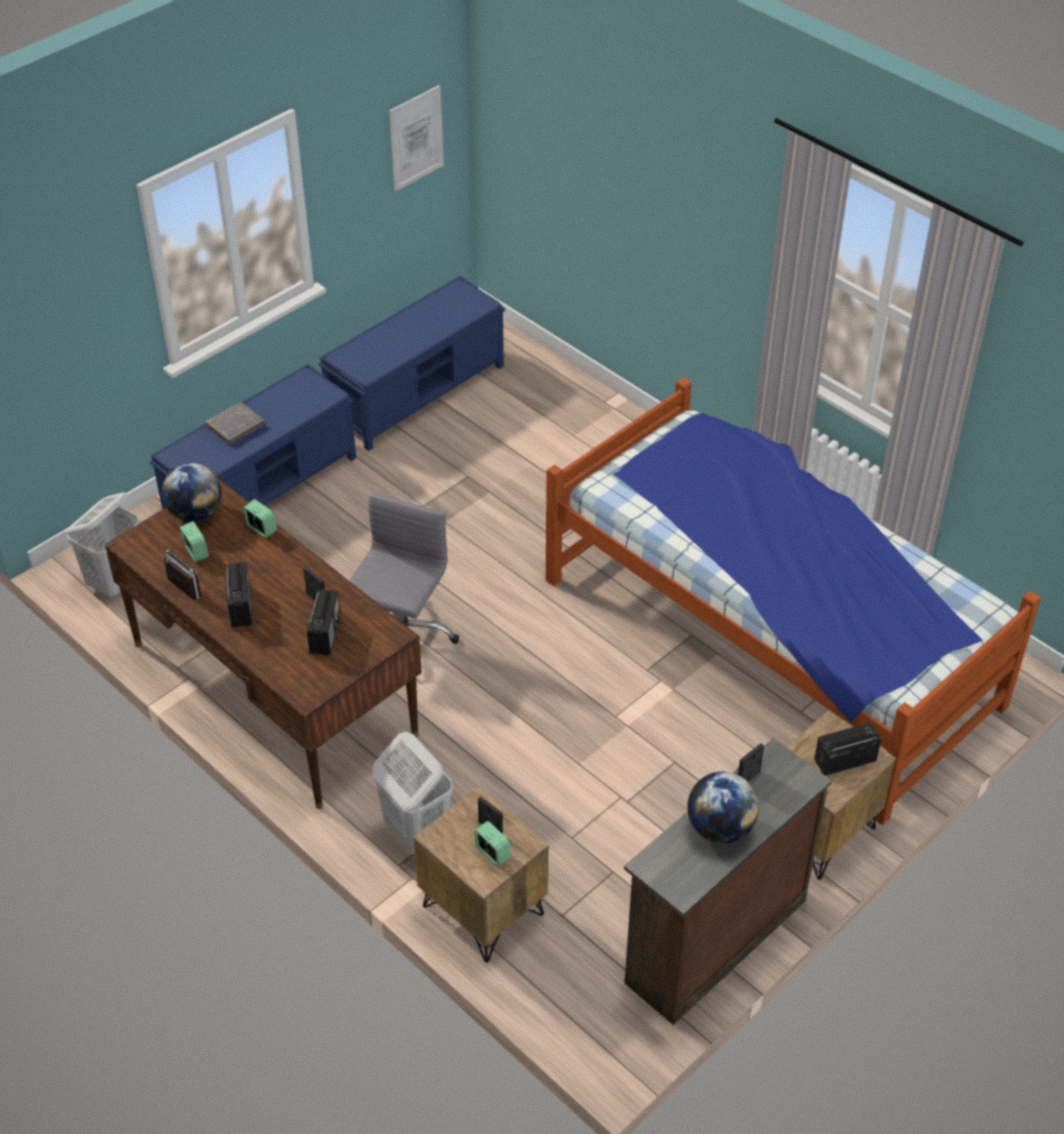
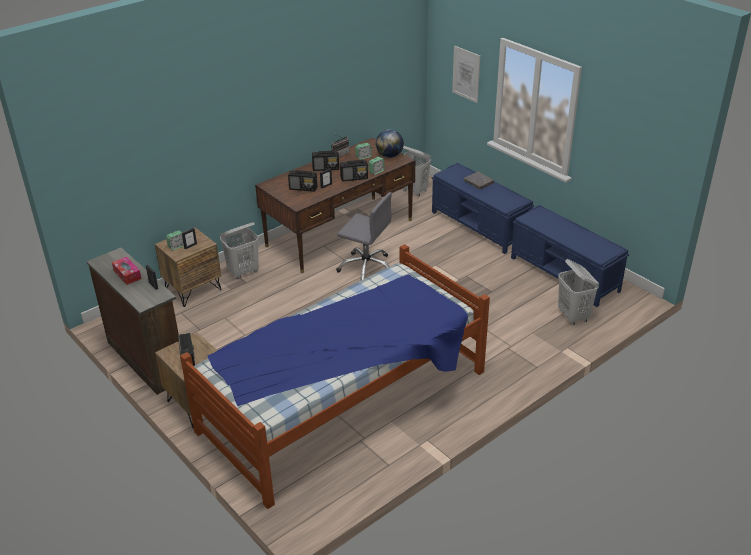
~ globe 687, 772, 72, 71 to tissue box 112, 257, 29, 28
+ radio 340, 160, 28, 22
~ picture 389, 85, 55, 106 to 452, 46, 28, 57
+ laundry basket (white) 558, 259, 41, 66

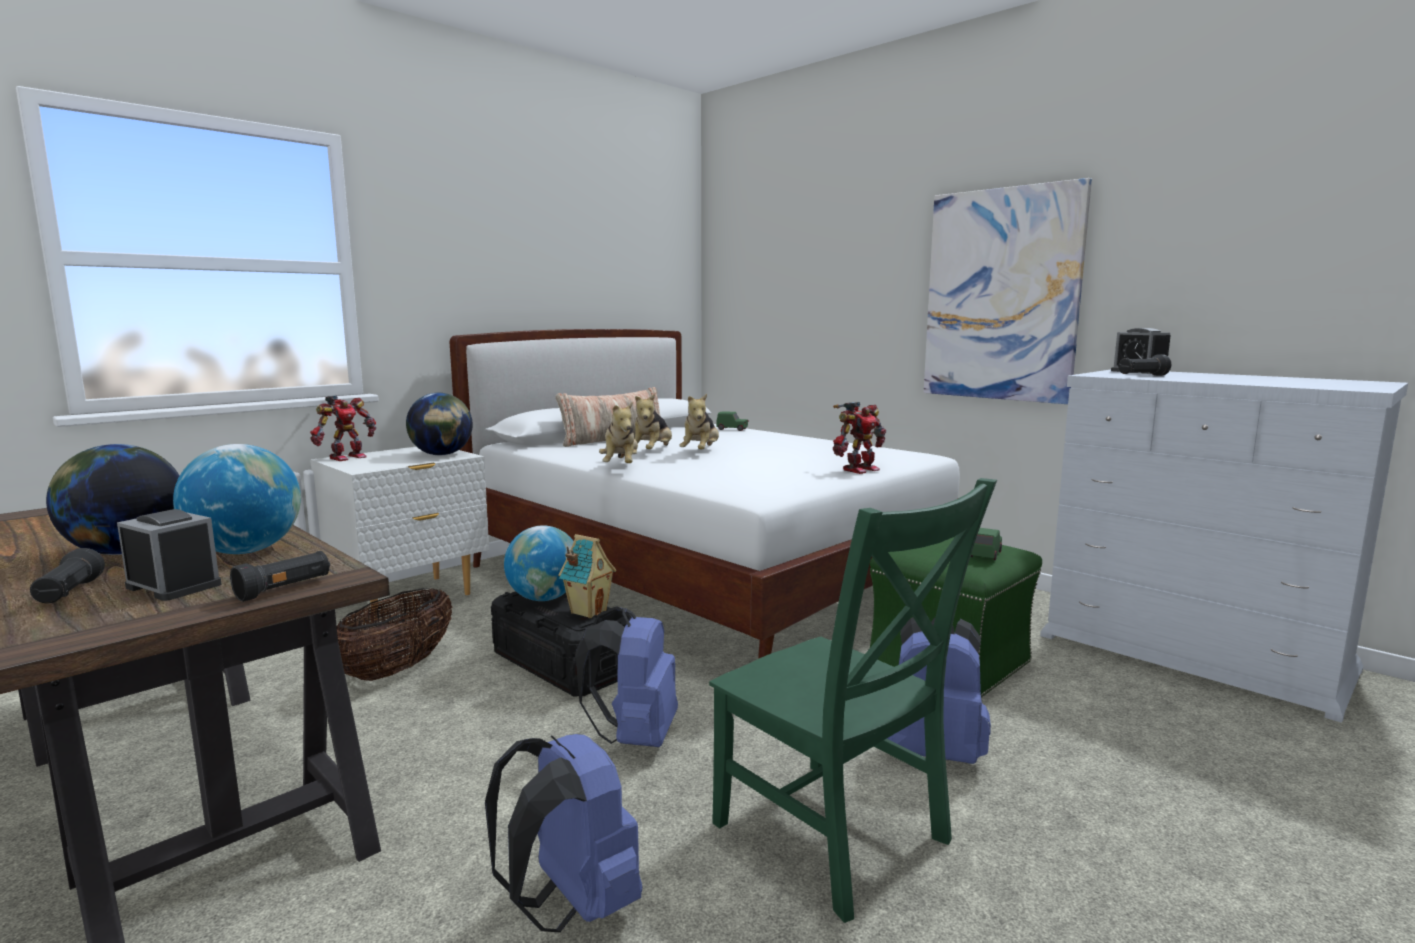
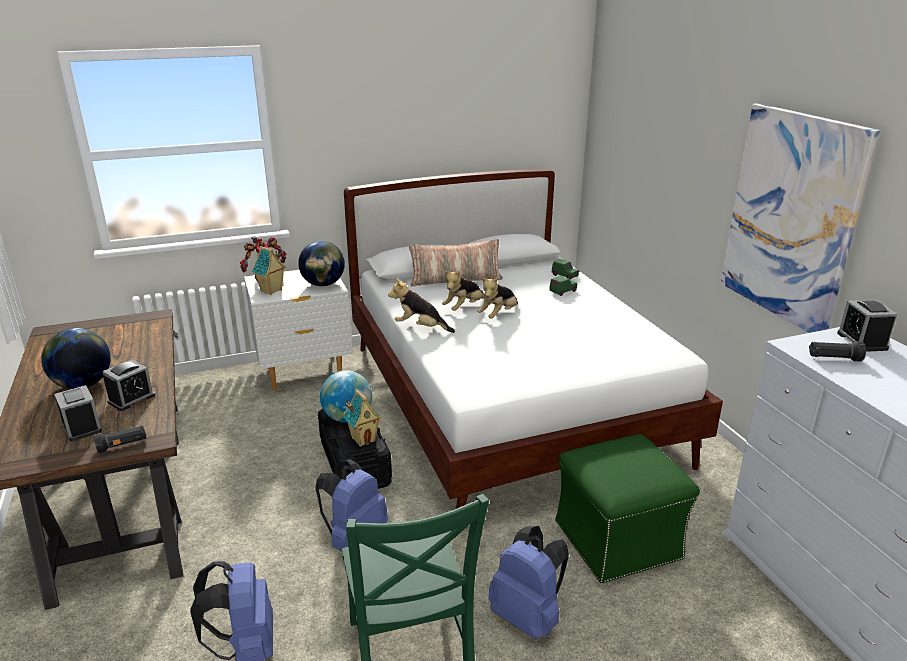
~ globe 173, 444, 128, 110 to alarm clock 103, 359, 53, 52
+ toy house 252, 246, 34, 49
~ plush toy 599, 402, 39, 61 = 388, 278, 67, 55 90 degrees clockwise
~ toy car (green) 971, 528, 31, 33 to 549, 276, 28, 20
- flashlight (black) 30, 548, 75, 55
- basket 336, 588, 117, 93
- toy robot 833, 401, 54, 73

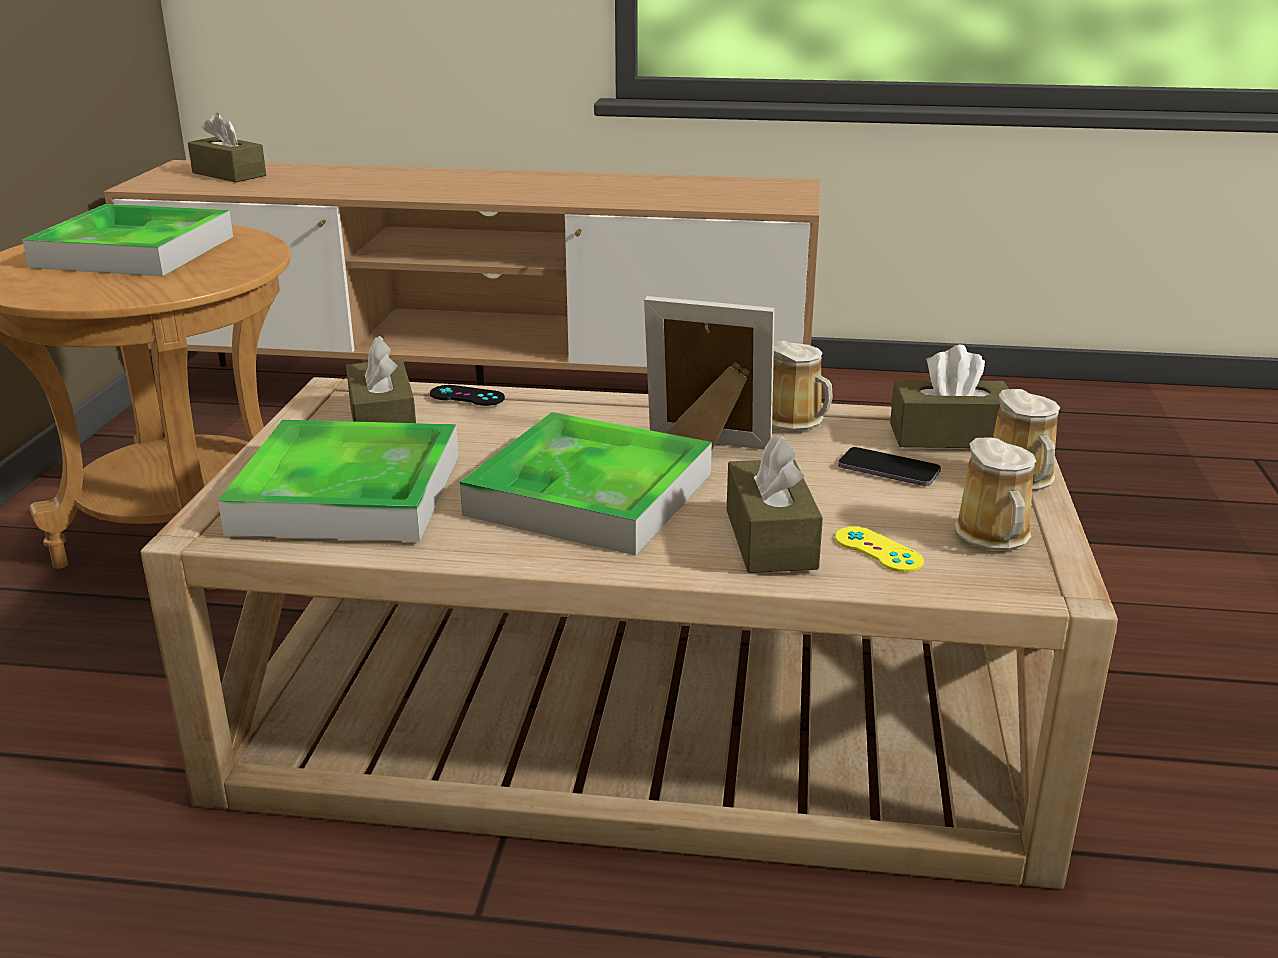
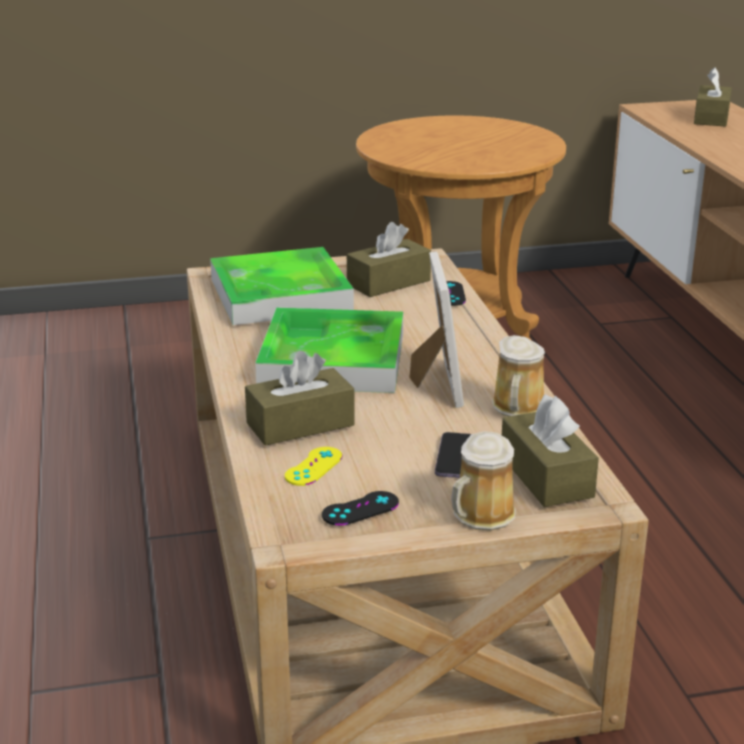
~ mug 955, 437, 81, 113 to game controller (black) 322, 491, 77, 35
- tray 22, 204, 211, 72

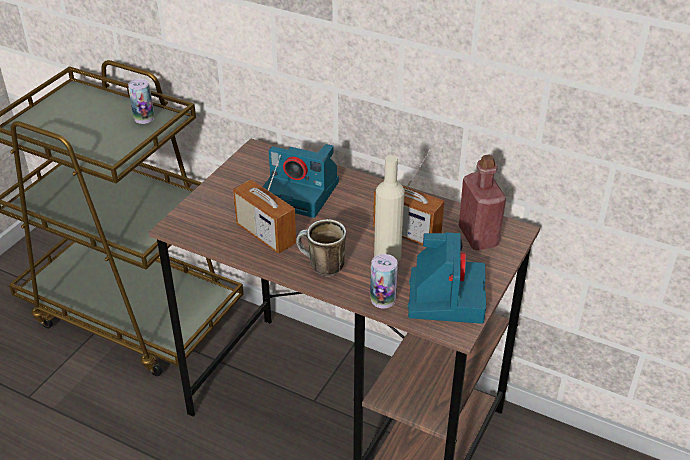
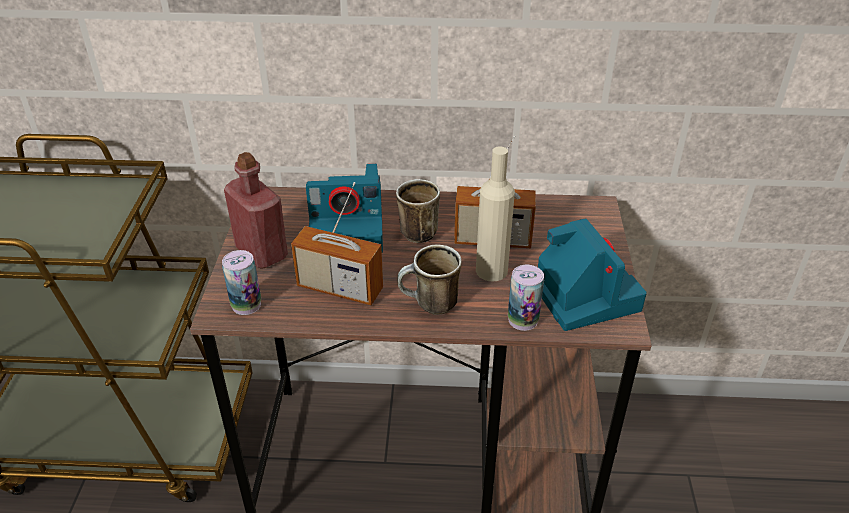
~ can 128, 79, 26, 45 to 222, 250, 39, 65
~ bottle (red) 459, 155, 47, 95 to 224, 152, 64, 116
+ mug 396, 179, 44, 64

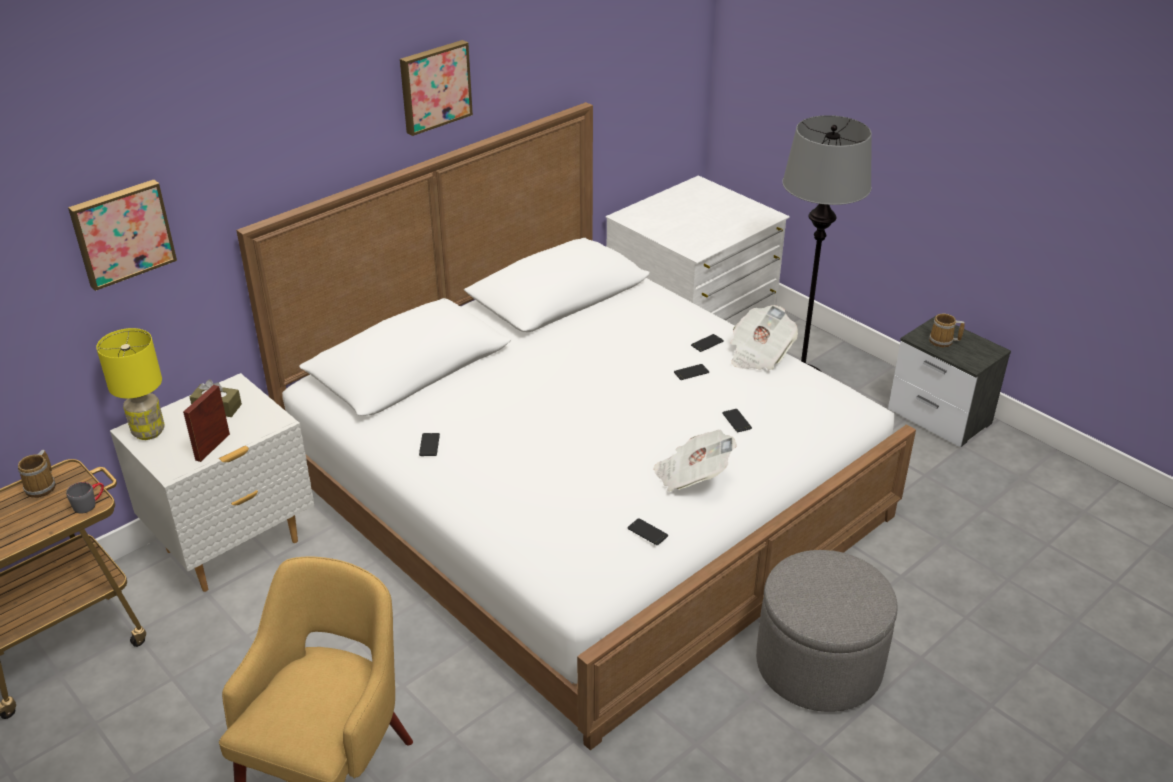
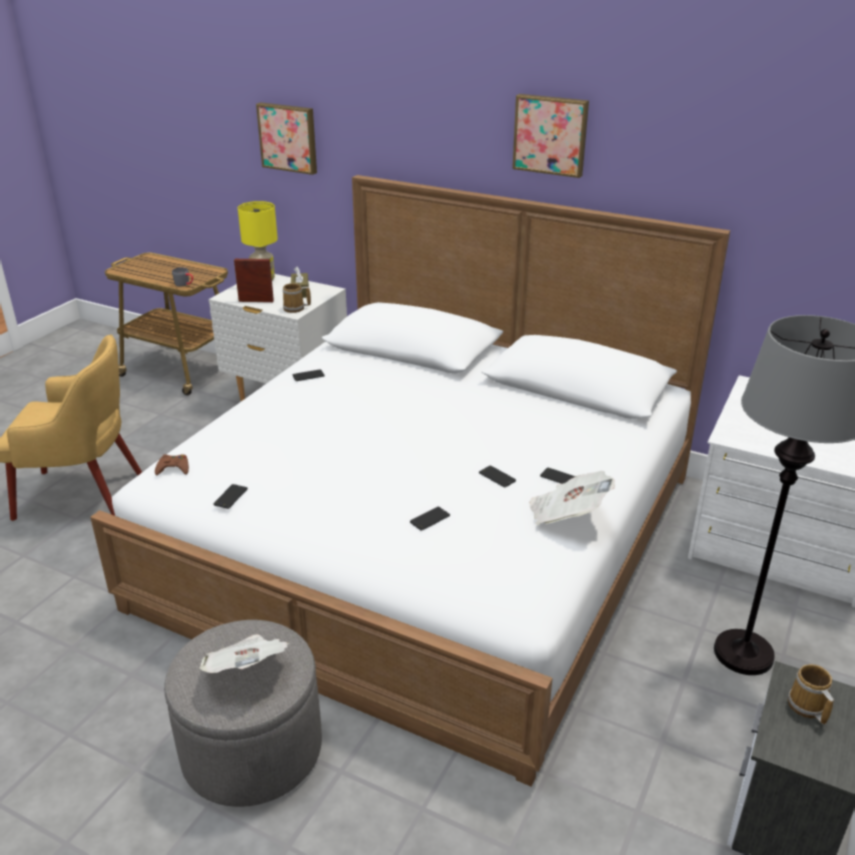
+ game controller (brown) 155, 454, 34, 21
~ newspaper 653, 430, 84, 62 to 200, 634, 89, 39
~ mug 18, 450, 38, 48 to 283, 283, 28, 30

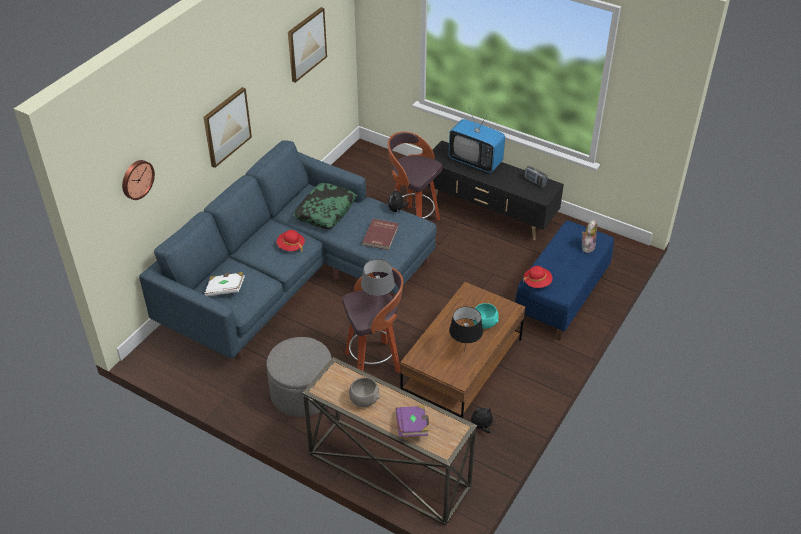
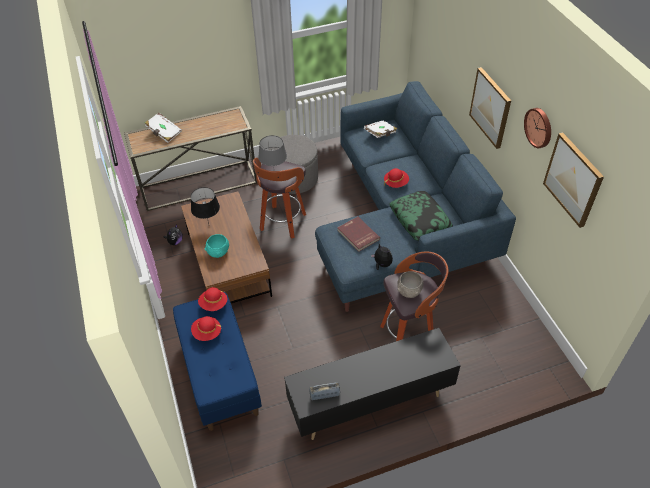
~ book (purple) 395, 405, 34, 32 to book (white) 145, 113, 37, 30
+ hat (red) 191, 316, 31, 25
~ bowl (grey) 349, 377, 31, 30 to 397, 271, 27, 27
~ wall clock 122, 160, 33, 40 to 524, 108, 27, 40
- television 449, 107, 56, 66
- plush toy 582, 220, 15, 33

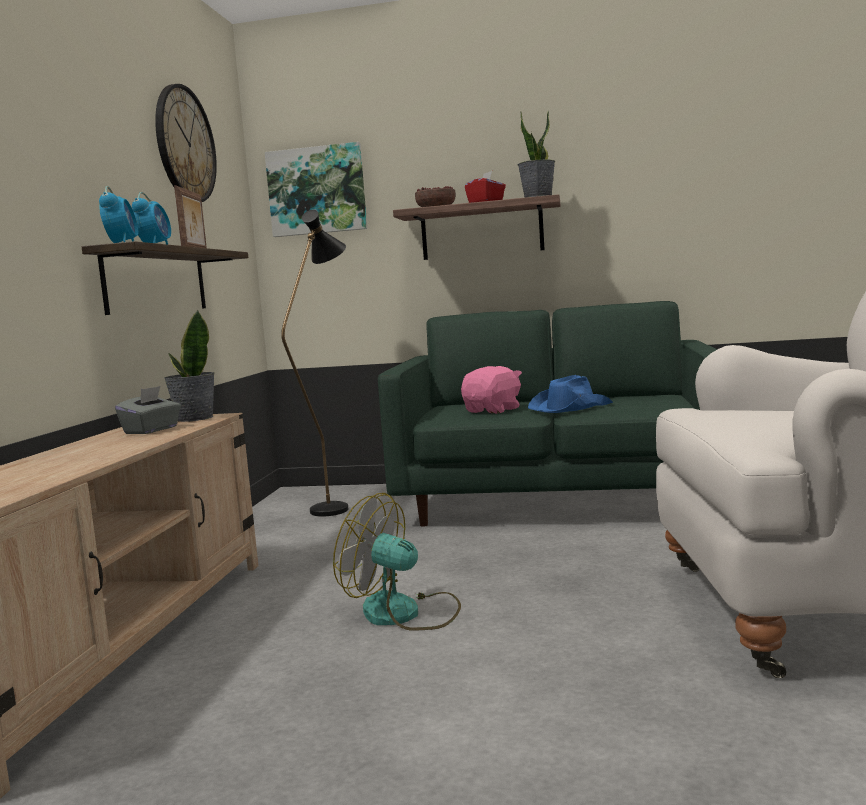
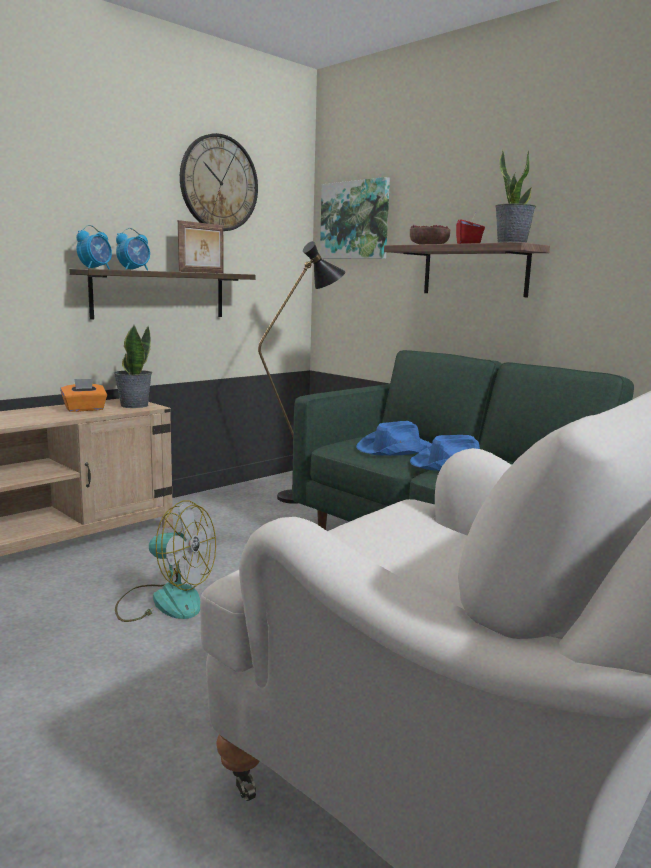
~ tissue box (grey) 115, 386, 66, 48 to tissue box (orange) 60, 379, 47, 33
~ fan 333, 493, 128, 138 = 115, 500, 101, 122 135 degrees clockwise
~ plush toy (pink) 461, 366, 61, 48 to hat (blue) 356, 421, 76, 35

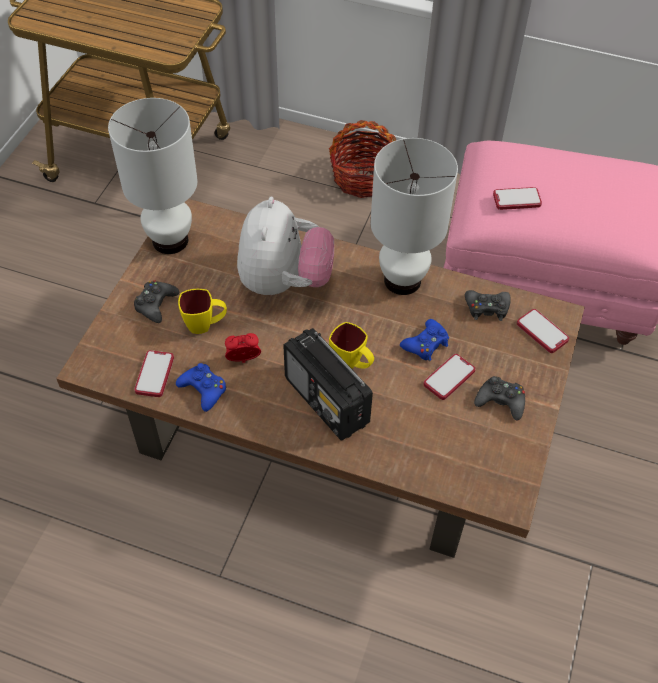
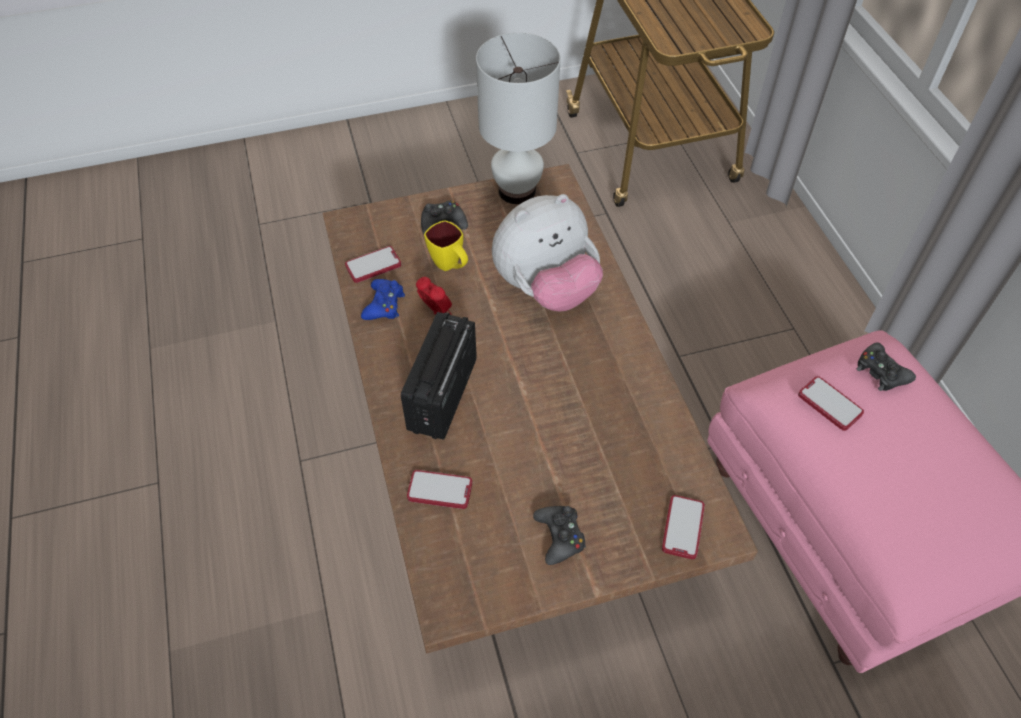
~ phone 424, 354, 51, 46 to 407, 470, 65, 39
~ game controller (black) 465, 290, 46, 31 to 857, 342, 59, 49
- basket 329, 120, 67, 78
- mug (yellow) 329, 322, 45, 47
- table lamp (white) 371, 138, 87, 157
- game controller (blue) 400, 319, 49, 42

